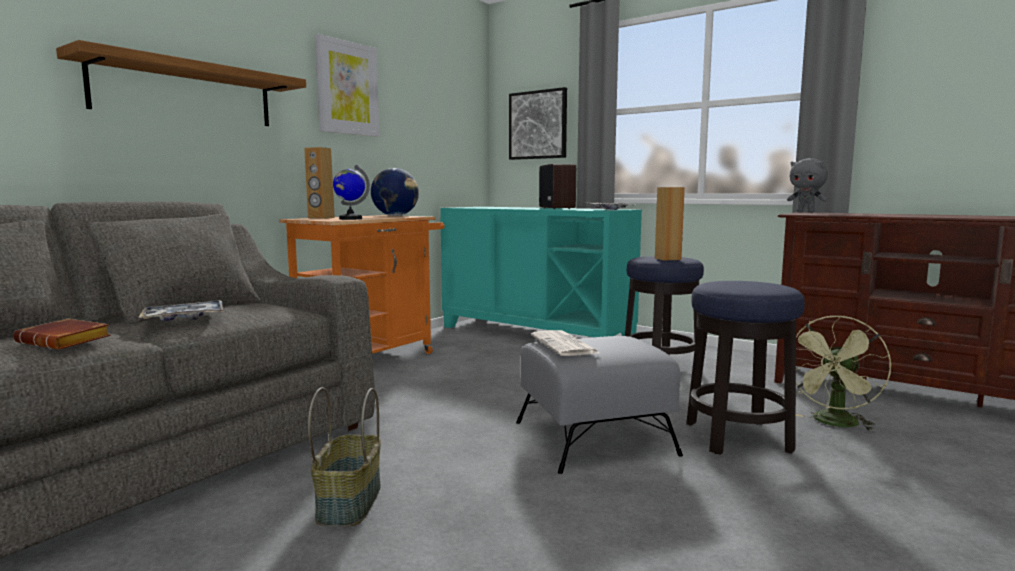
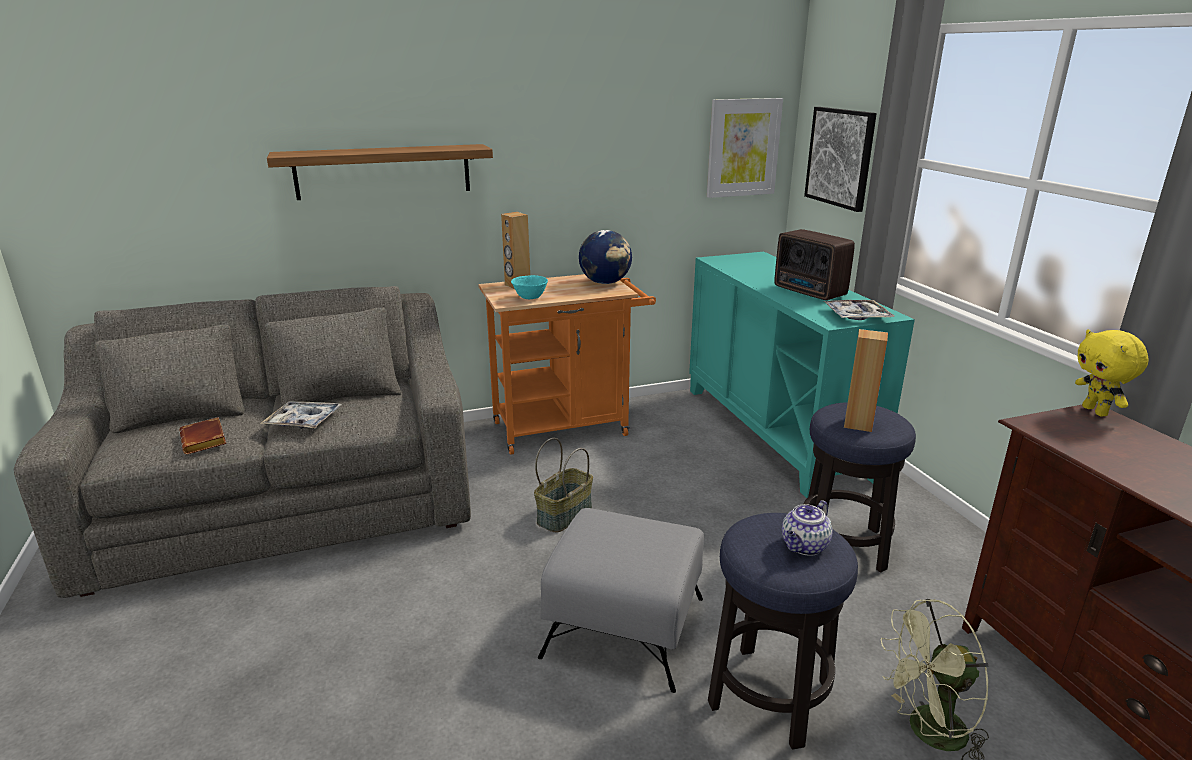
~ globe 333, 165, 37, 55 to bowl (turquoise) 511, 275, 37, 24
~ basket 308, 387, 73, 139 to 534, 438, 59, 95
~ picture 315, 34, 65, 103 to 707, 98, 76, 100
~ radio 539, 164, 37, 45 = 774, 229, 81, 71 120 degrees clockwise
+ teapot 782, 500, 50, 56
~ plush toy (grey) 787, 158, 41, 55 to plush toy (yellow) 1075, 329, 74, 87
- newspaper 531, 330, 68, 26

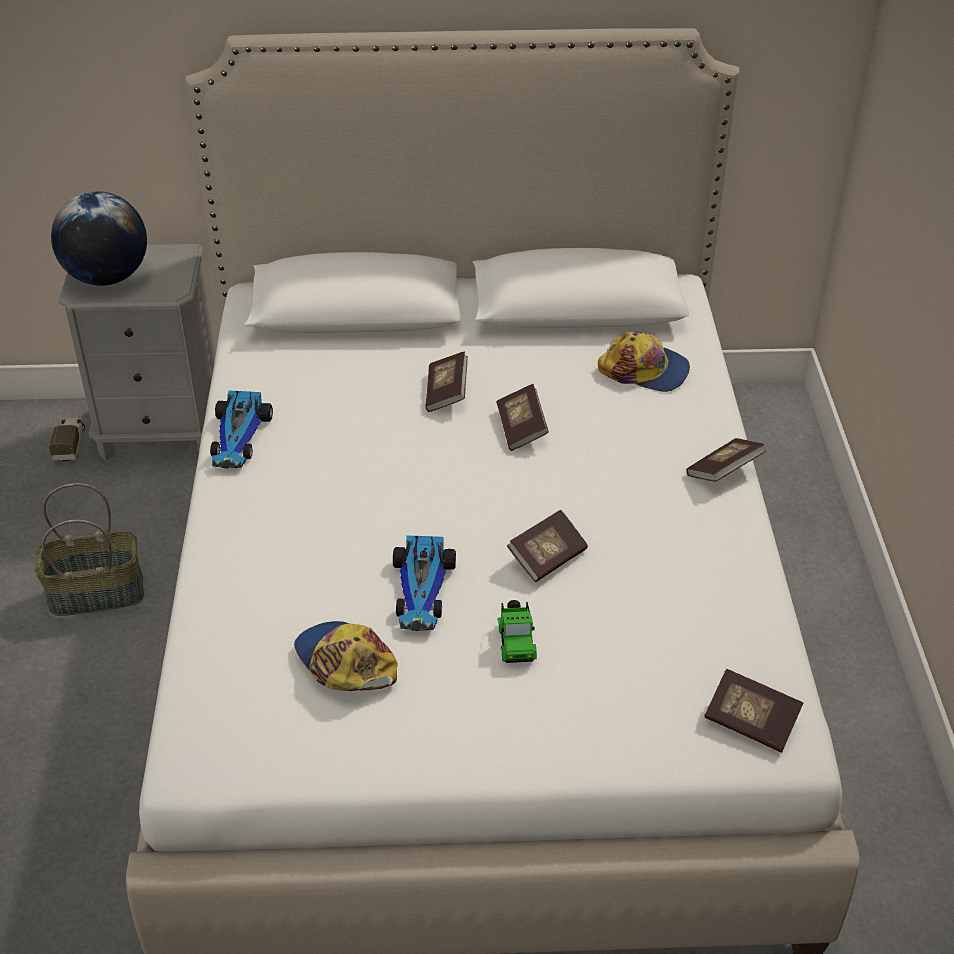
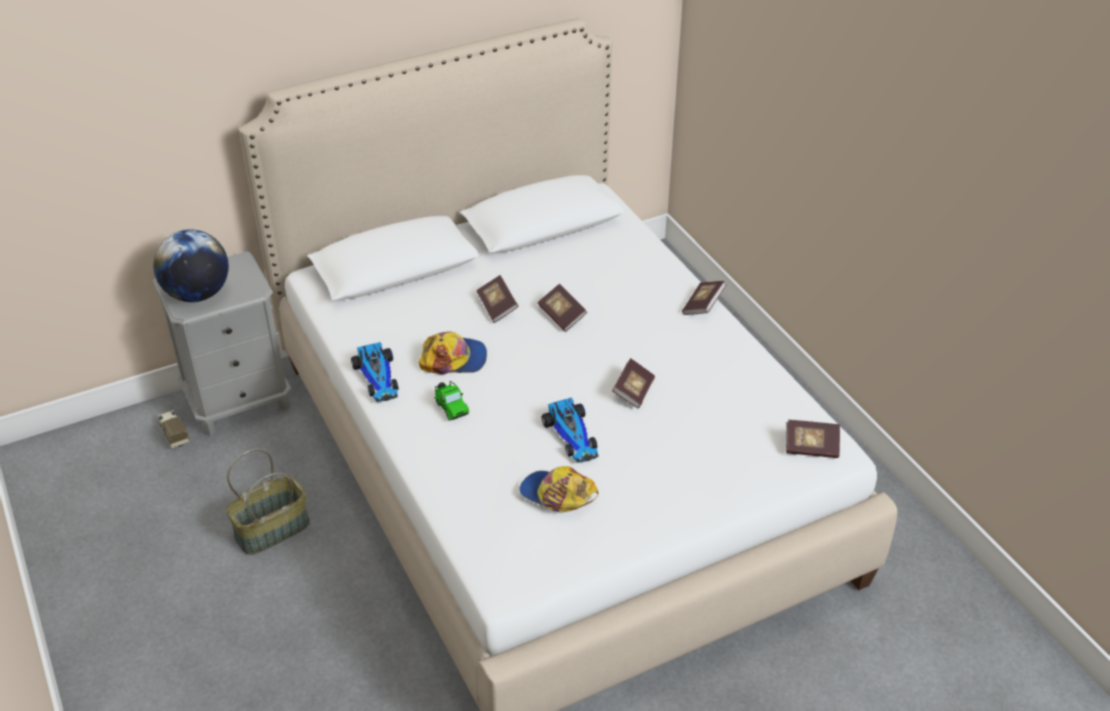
~ cap 598, 331, 92, 61 to 418, 331, 69, 43
~ toy car 498, 600, 39, 63 to 434, 381, 35, 40

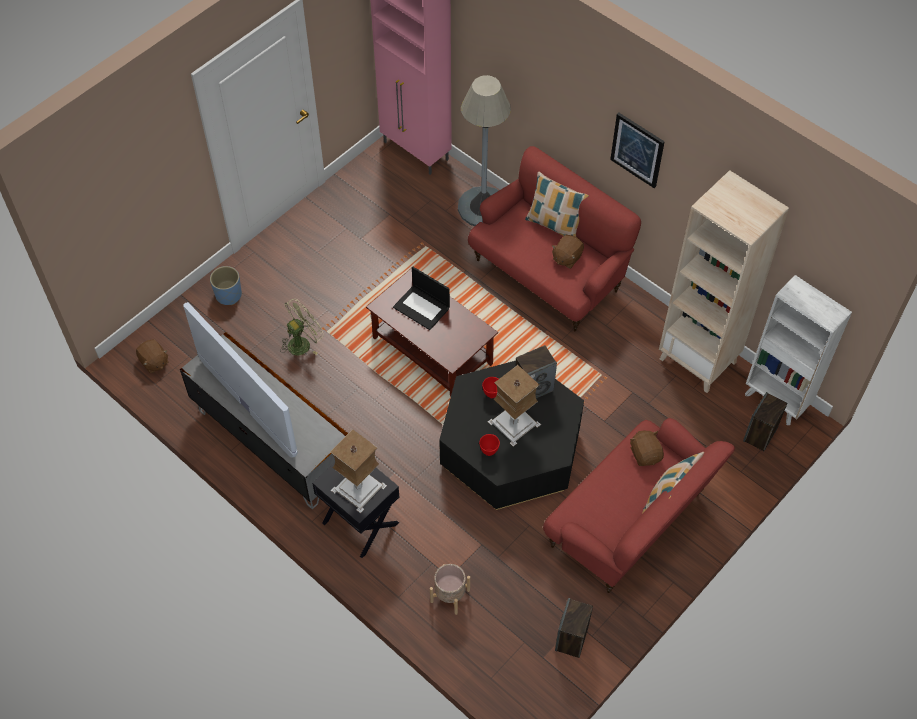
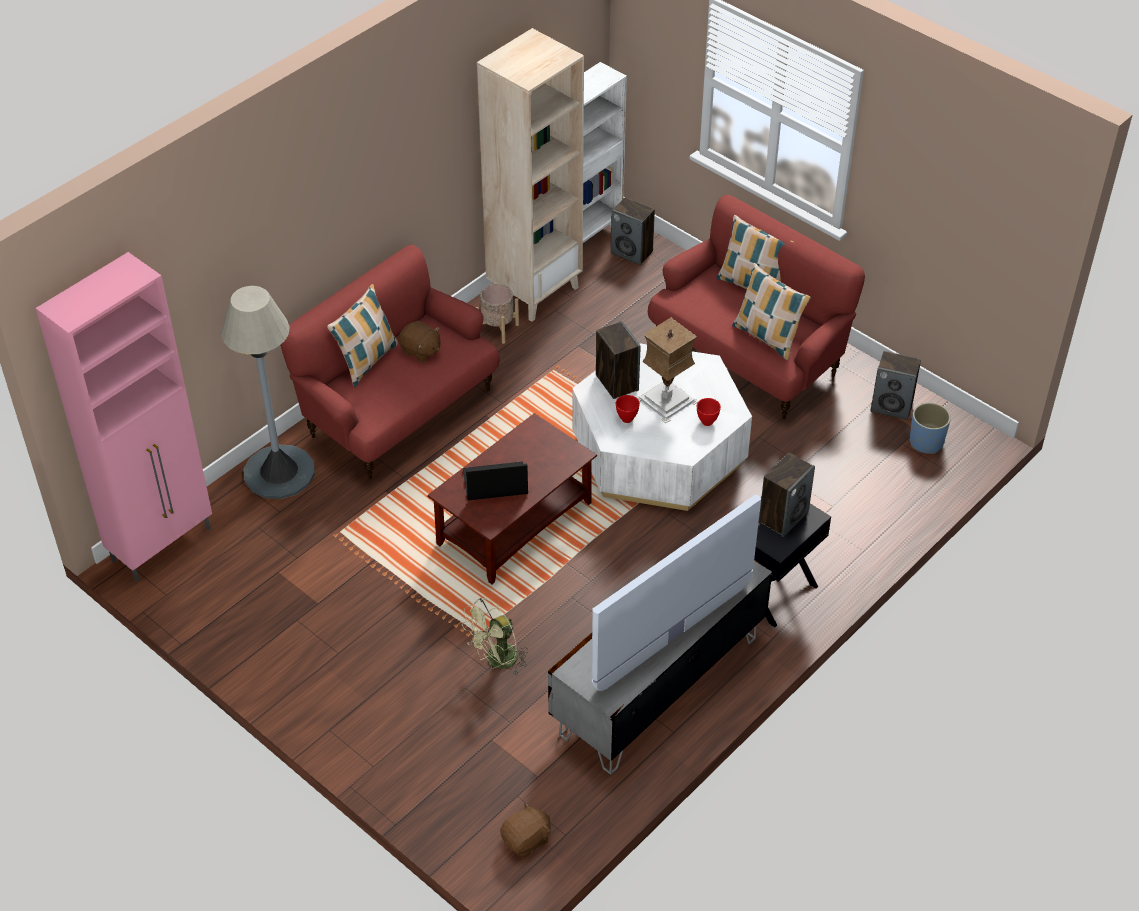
~ fan (green) 280, 298, 44, 58 = 462, 598, 66, 76 90 degrees counterclockwise
~ laptop 393, 267, 57, 63 = 463, 462, 65, 38 135 degrees counterclockwise
~ planter (beige) 430, 564, 40, 51 to 476, 284, 43, 60
~ coffee table (black) 439, 361, 145, 149 to coffee table (white) 572, 343, 180, 168
+ pillow 732, 263, 79, 97
~ table lamp 330, 429, 57, 84 to speaker 759, 452, 56, 85
~ planter (blue) 210, 266, 32, 39 to 910, 403, 41, 51
- picture 610, 113, 55, 75
- plush toy (brown) 630, 430, 34, 36

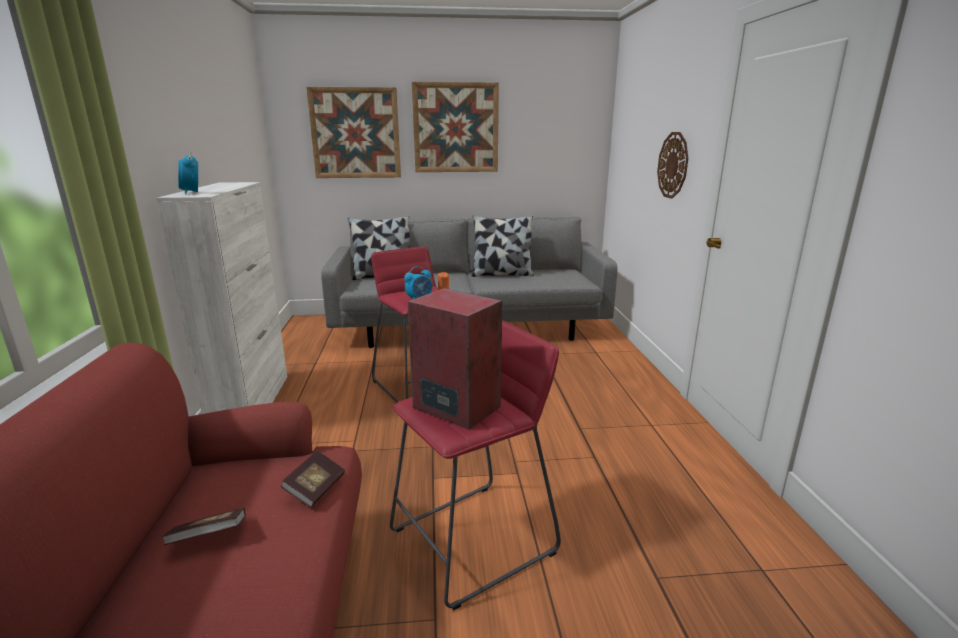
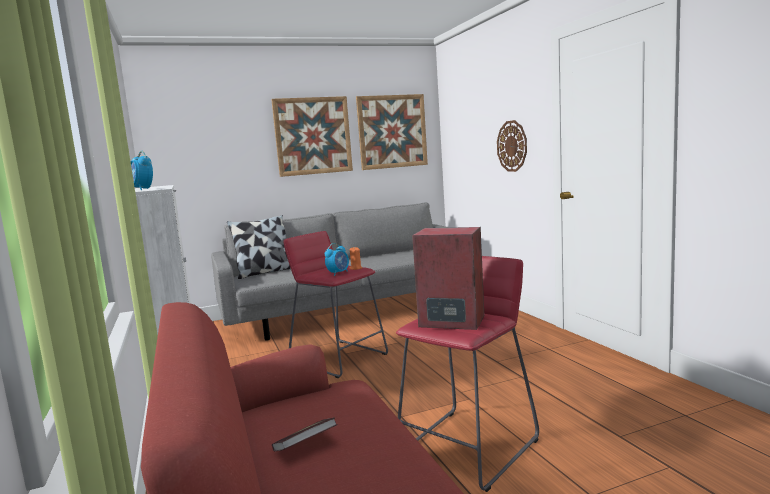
~ picture 306, 87, 95, 91 to 356, 94, 72, 76
- book 280, 450, 65, 57
- pillow 472, 215, 62, 62

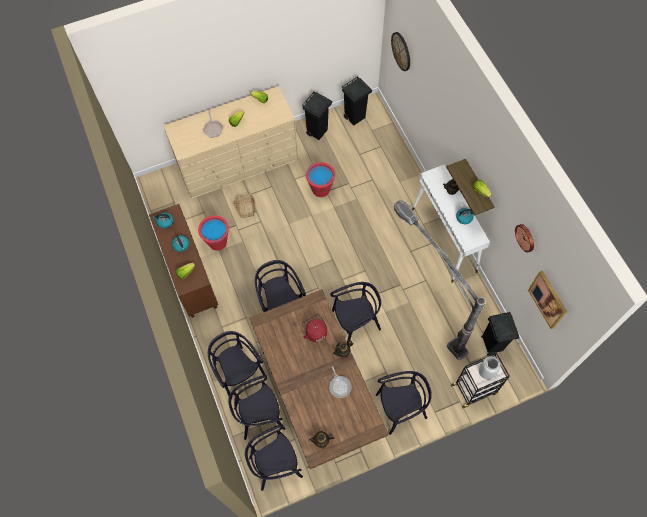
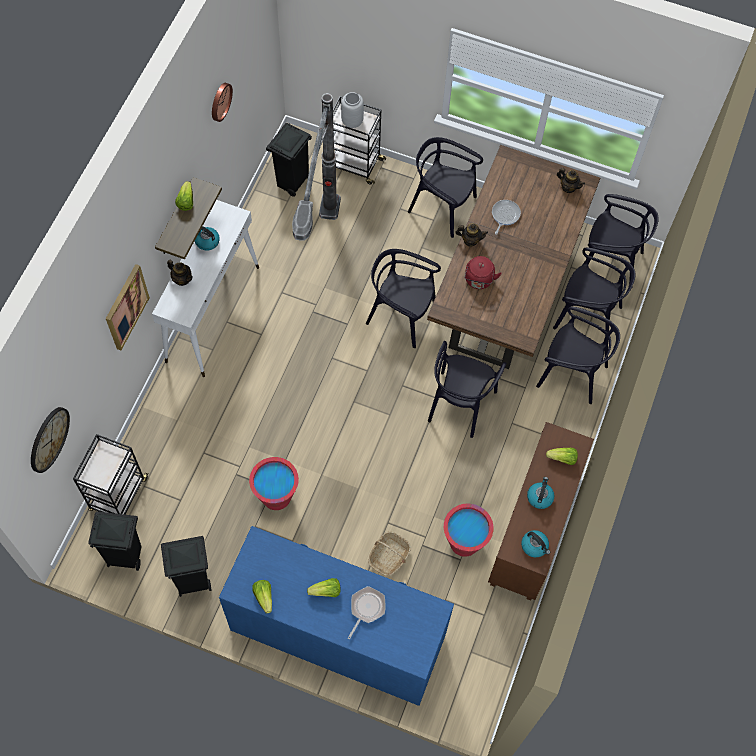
+ cart (black) 73, 434, 75, 81
~ picture 528, 271, 39, 58 to 106, 264, 44, 86
~ dresser (beige) 163, 86, 135, 113 to dresser (blue) 219, 526, 235, 180
~ chair (black) 208, 331, 57, 65 = 536, 306, 84, 98 75 degrees counterclockwise

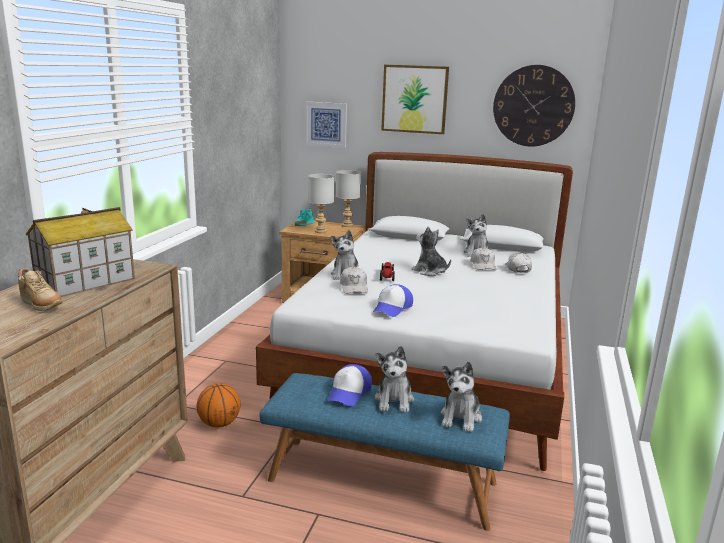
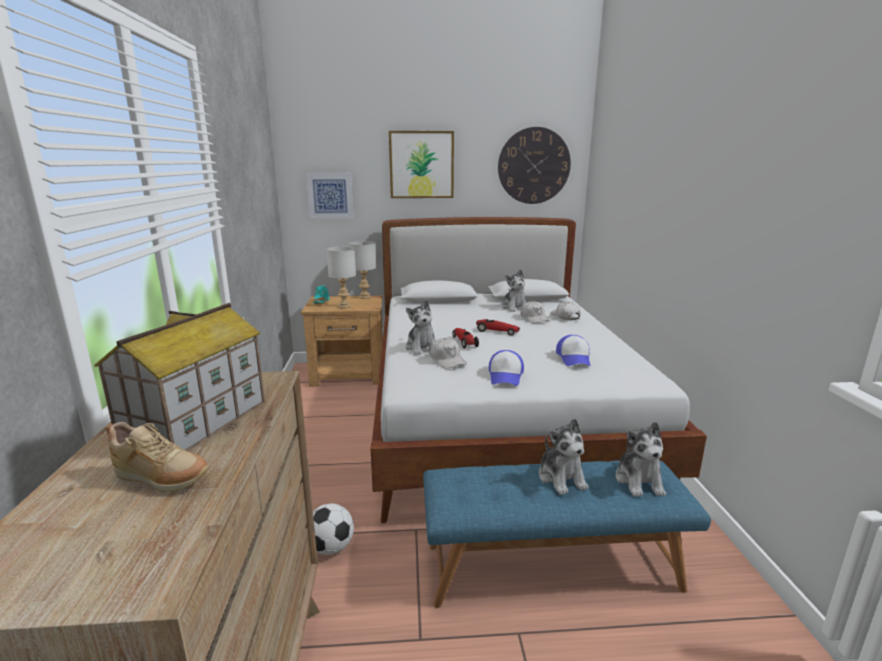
~ basketball 196, 383, 44, 45 to football 313, 503, 41, 52
~ plush toy 412, 226, 39, 50 to toy car 476, 319, 44, 16
~ cap 328, 364, 44, 42 to 556, 335, 34, 31

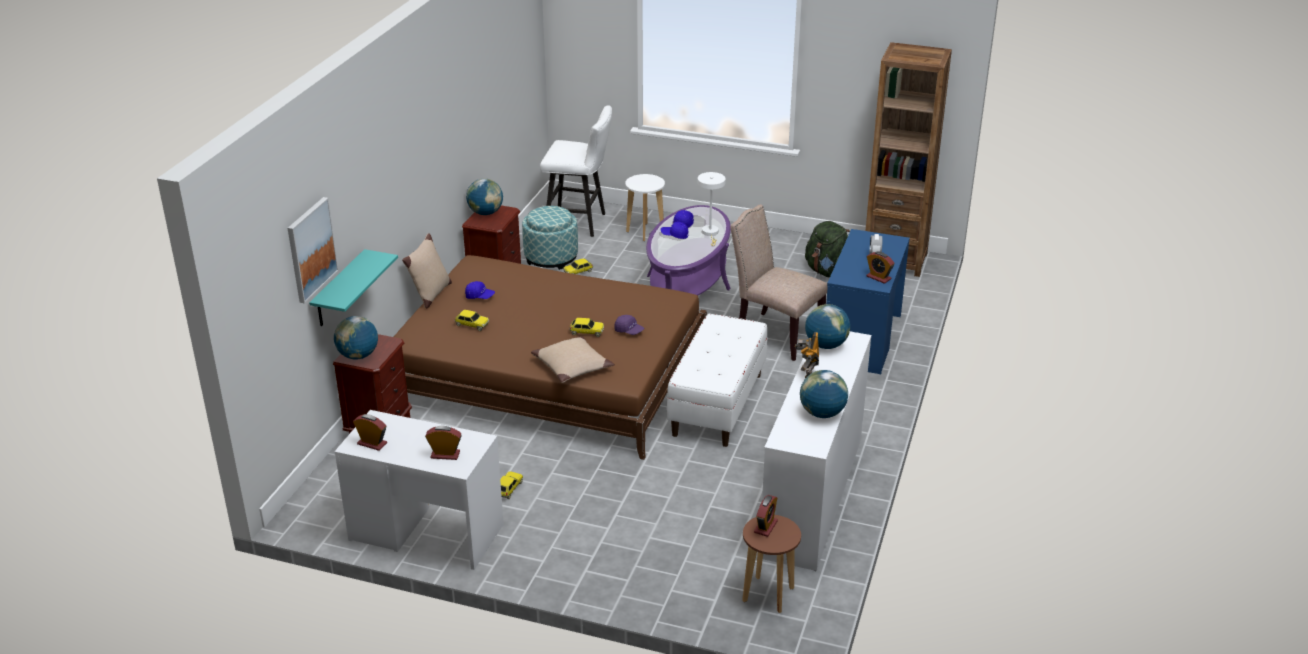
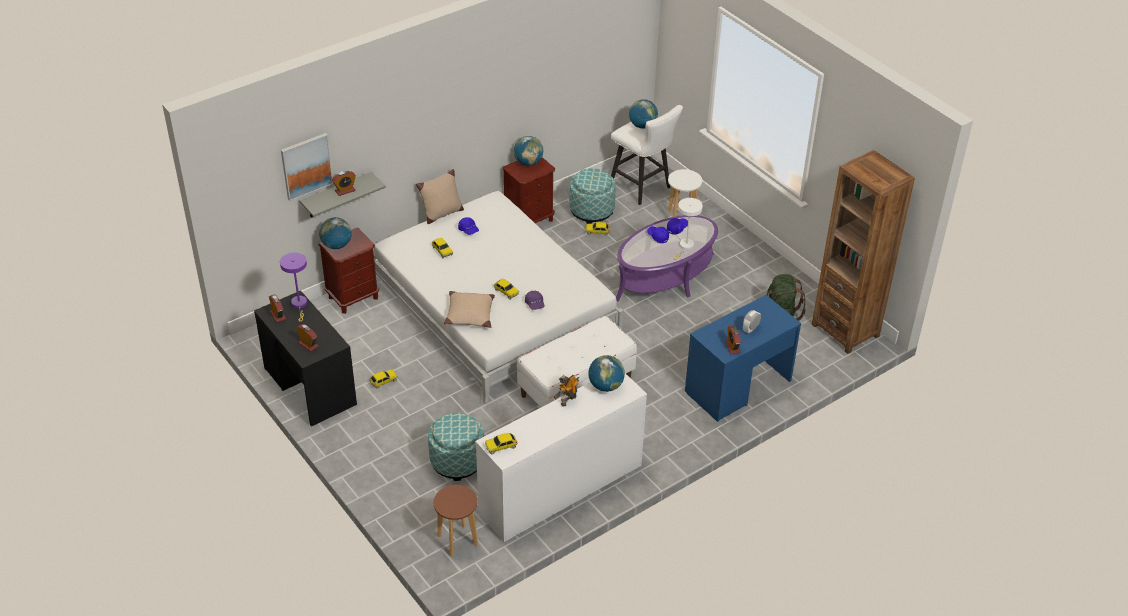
~ desk (white) 334, 410, 170, 160 to desk (black) 254, 291, 103, 136
+ table lamp (purple) 280, 252, 27, 70
~ shelf (turquoise) 309, 249, 89, 77 to shelf (grey) 299, 172, 87, 45
~ alarm clock 754, 495, 24, 42 to 332, 171, 24, 25
~ bed (brown) 394, 255, 313, 205 to bed (white) 374, 191, 250, 213
+ ottoman 428, 413, 56, 68
+ toy car 485, 433, 33, 21
~ globe 800, 370, 48, 48 to 629, 99, 29, 30
- chair (beige) 731, 204, 97, 157

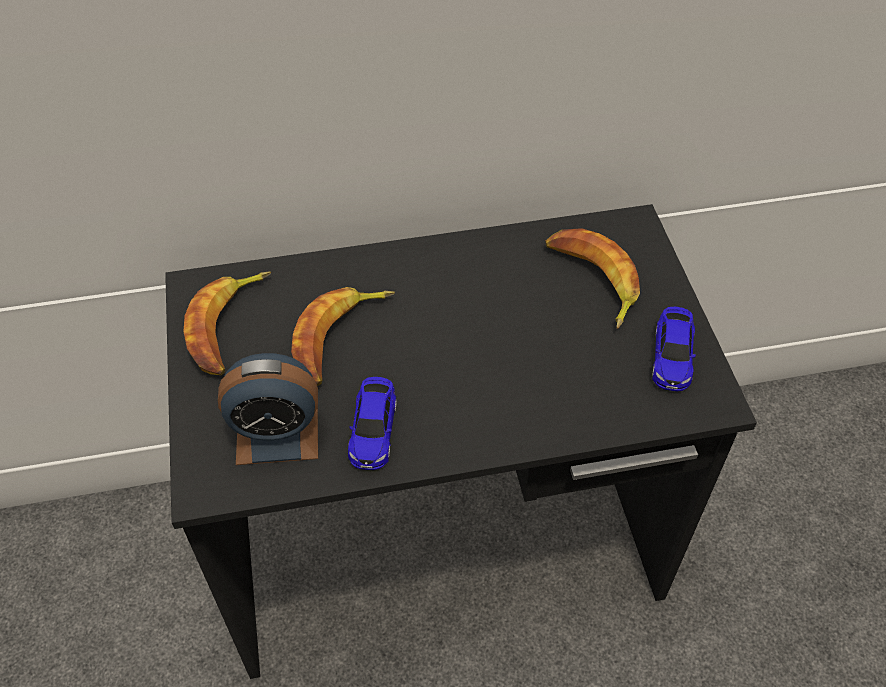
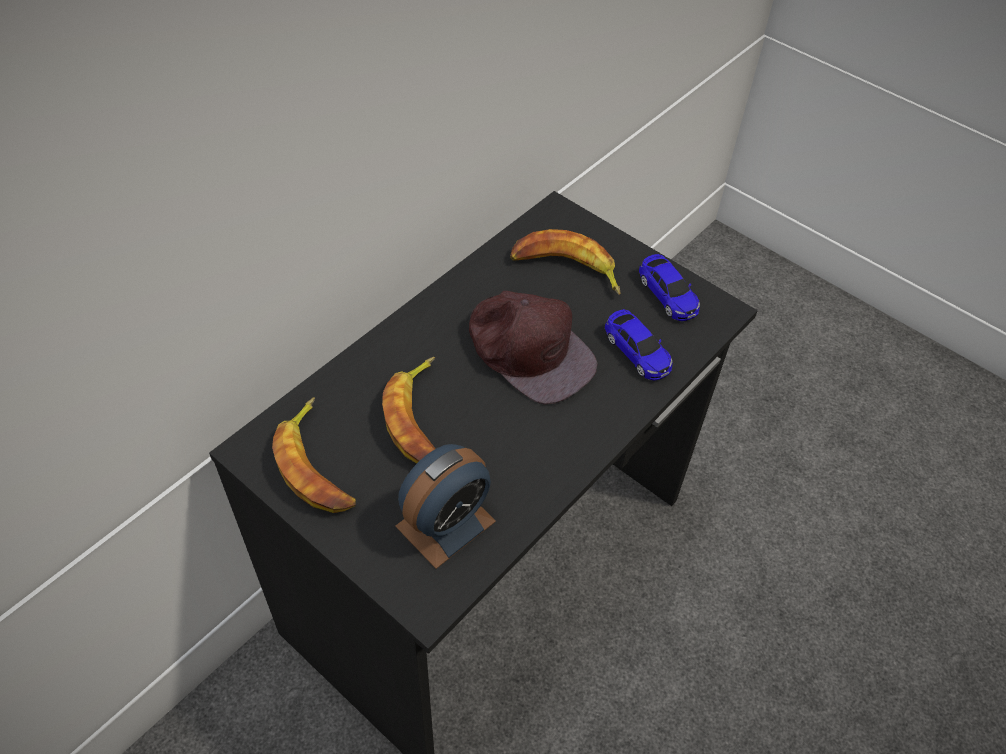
+ cap (brown) 469, 291, 129, 113
~ toy car 348, 377, 49, 93 to 605, 309, 67, 72

